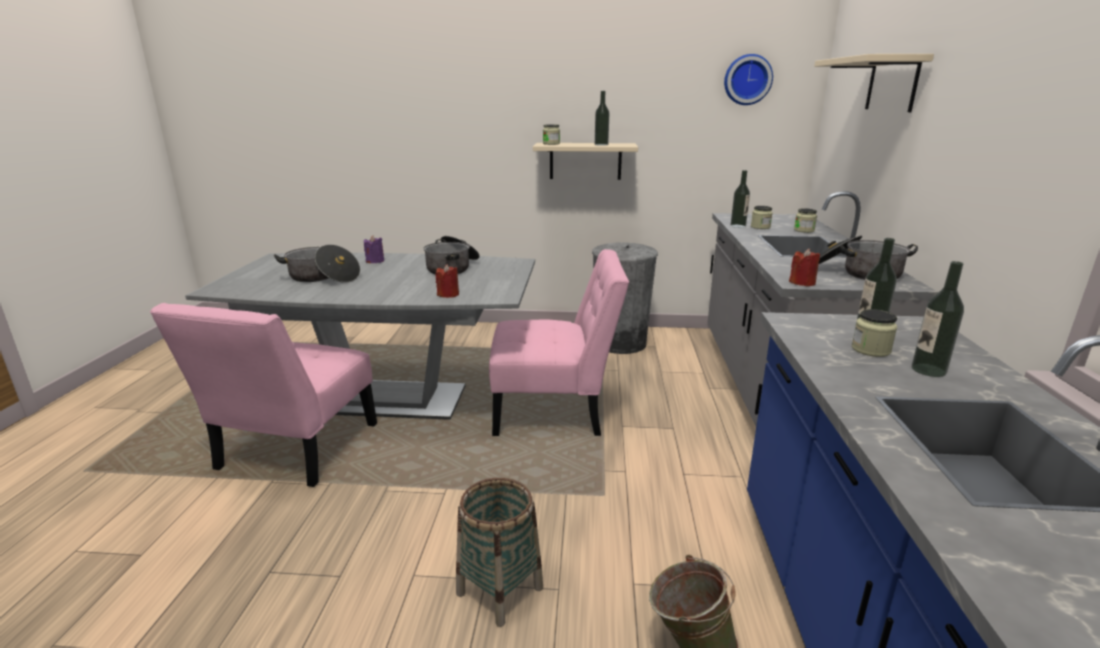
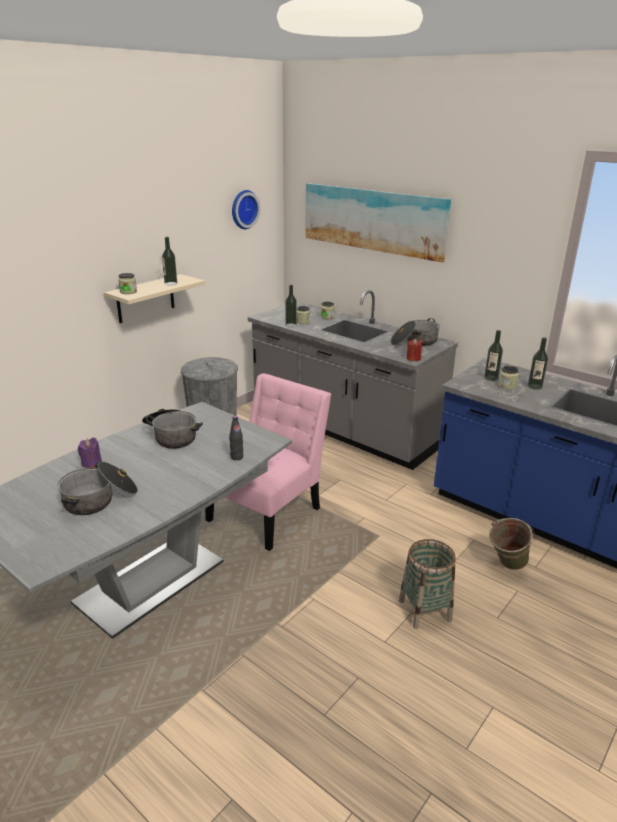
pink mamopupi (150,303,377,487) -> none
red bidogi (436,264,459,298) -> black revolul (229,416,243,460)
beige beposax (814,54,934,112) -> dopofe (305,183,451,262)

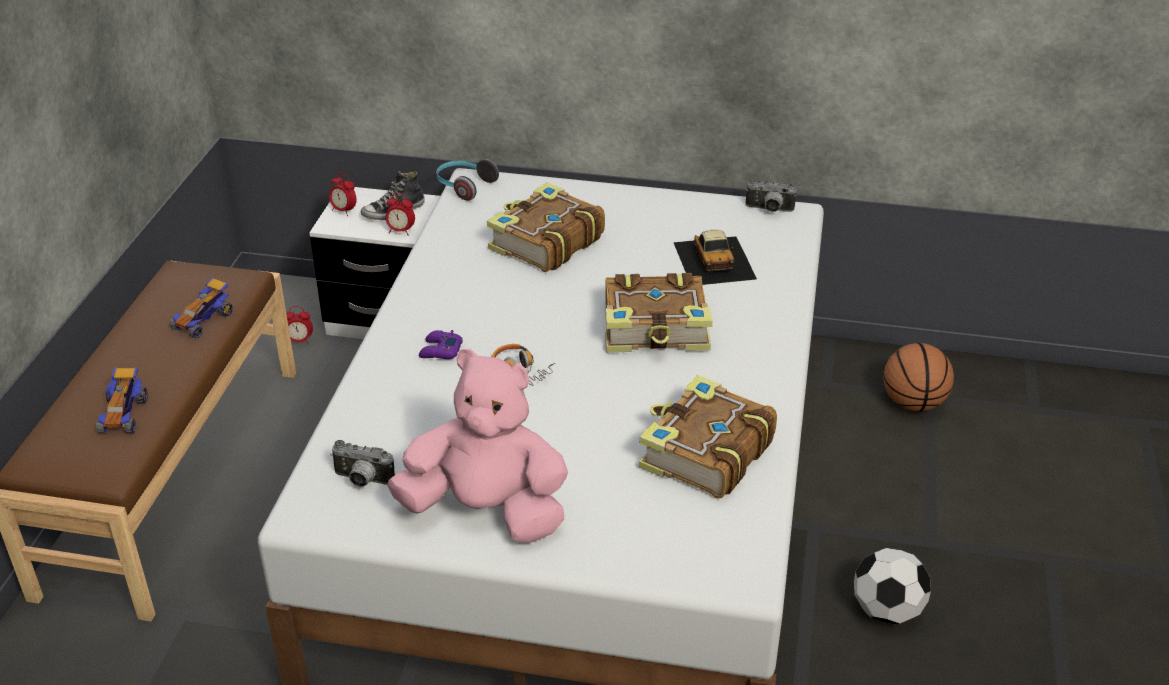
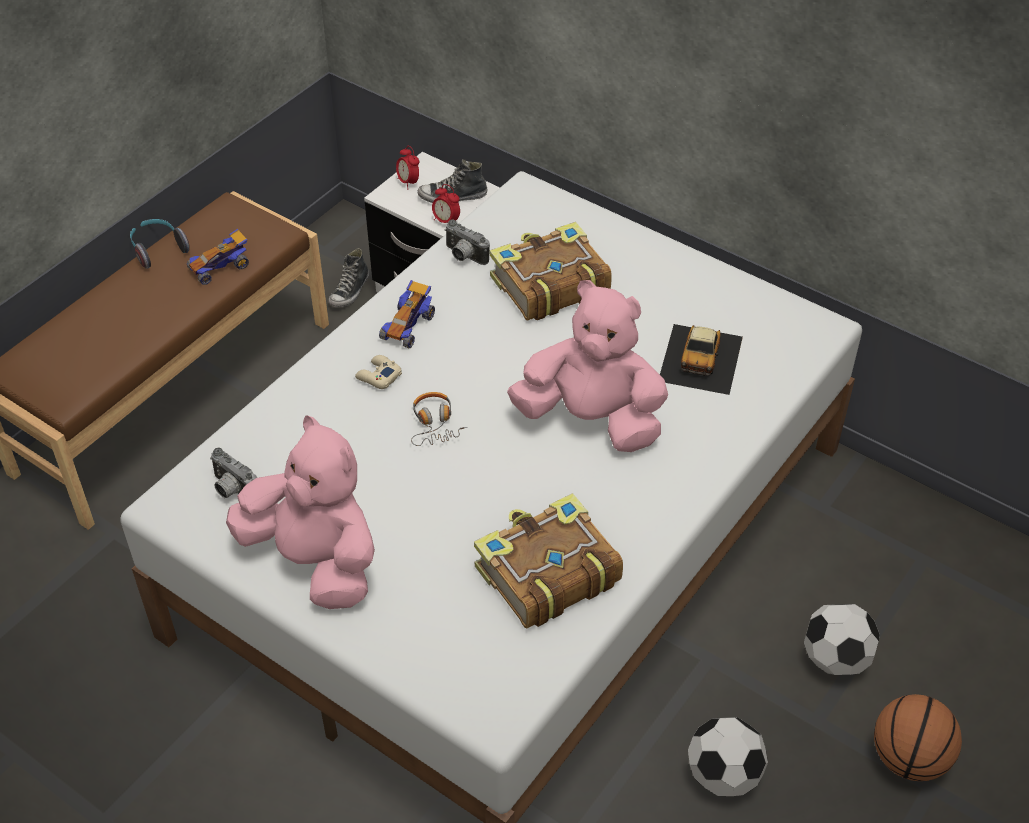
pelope (96,367,148,433) -> pelope (379,280,435,348), moved
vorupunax (287,306,313,345) -> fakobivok (329,248,369,308)
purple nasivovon (419,330,463,359) -> beige nasivovon (355,355,402,389)
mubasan (436,159,499,201) -> mubasan (130,219,190,269), moved
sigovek (605,273,713,352) -> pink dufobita (507,280,668,452)
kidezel (746,178,797,212) -> kidezel (444,219,490,265), moved
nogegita (883,343,954,411) -> nogegita (874,694,962,781), moved
none -> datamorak (804,604,880,675)

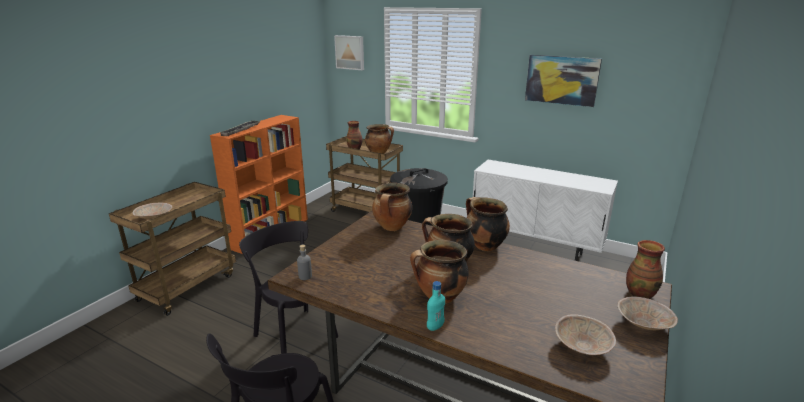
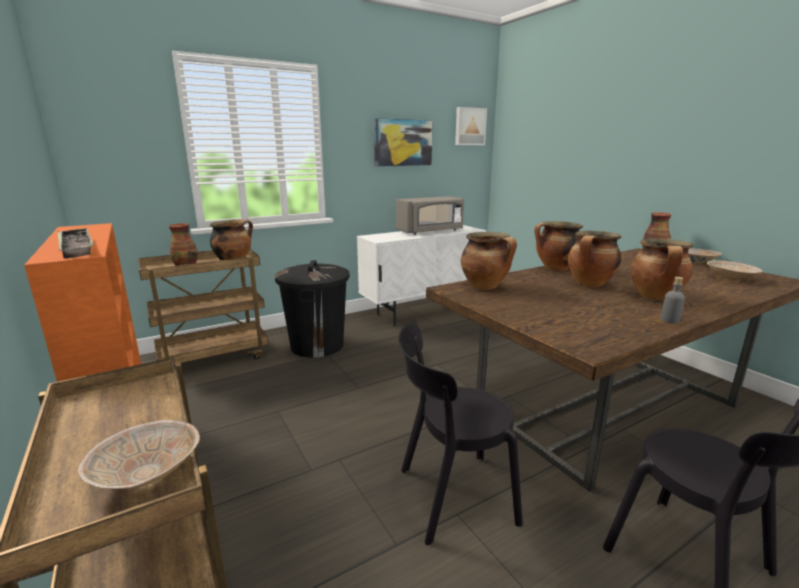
grey revolul (297,245,312,280) -> grey revolul (660,277,685,324), moved
dopofe (334,35,364,70) -> dopofe (455,107,487,145), moved
turquoise revolul (427,281,445,331) -> none
none -> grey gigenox (396,196,464,235)

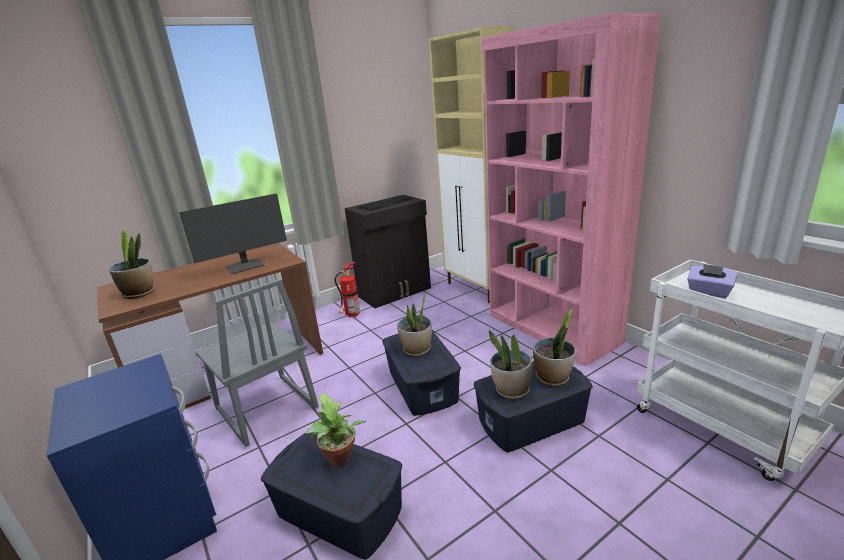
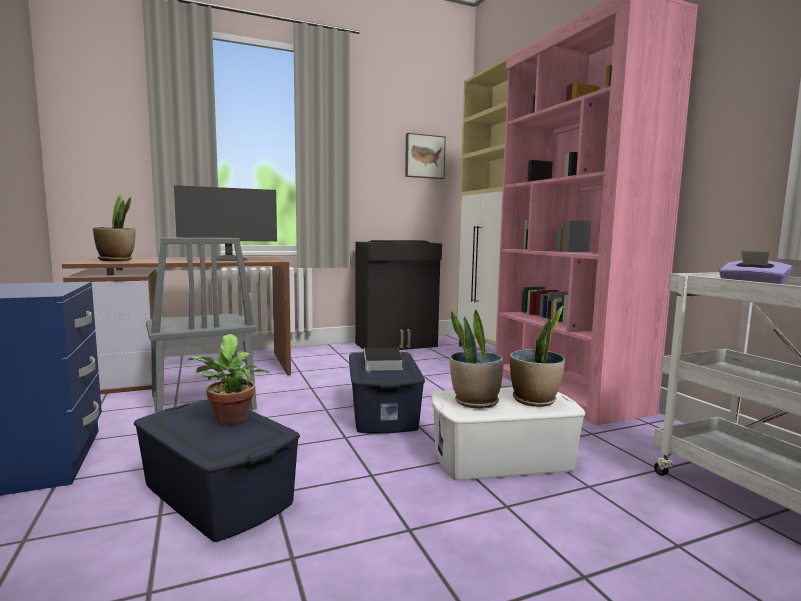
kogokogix (334,260,360,317) -> none
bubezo (397,293,432,356) -> sigovek (363,348,403,373)
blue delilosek (474,361,593,452) -> white delilosek (431,387,585,481)
none -> dopofe (405,133,446,179)

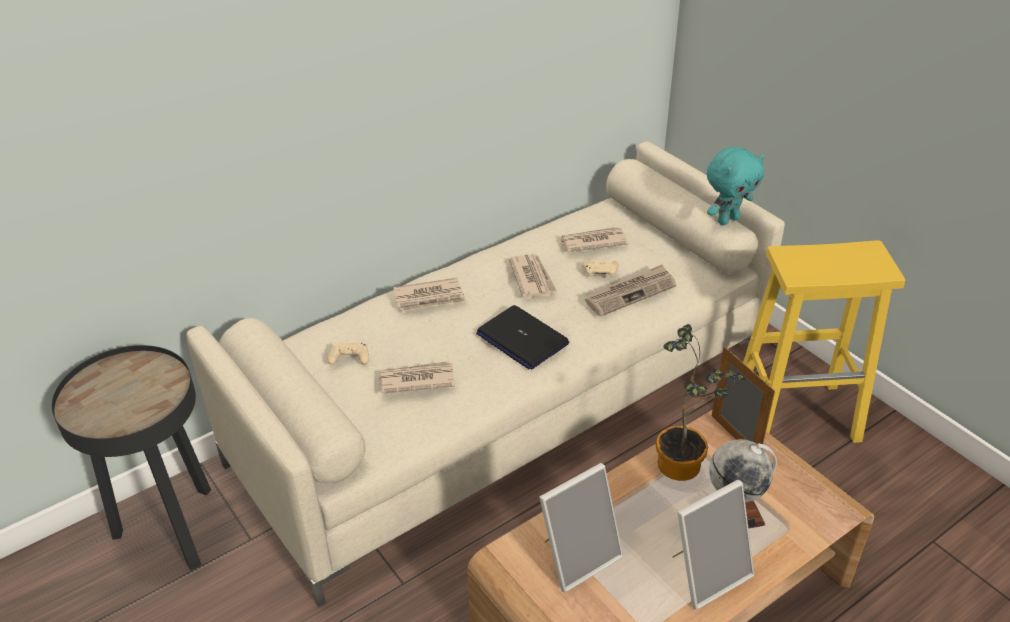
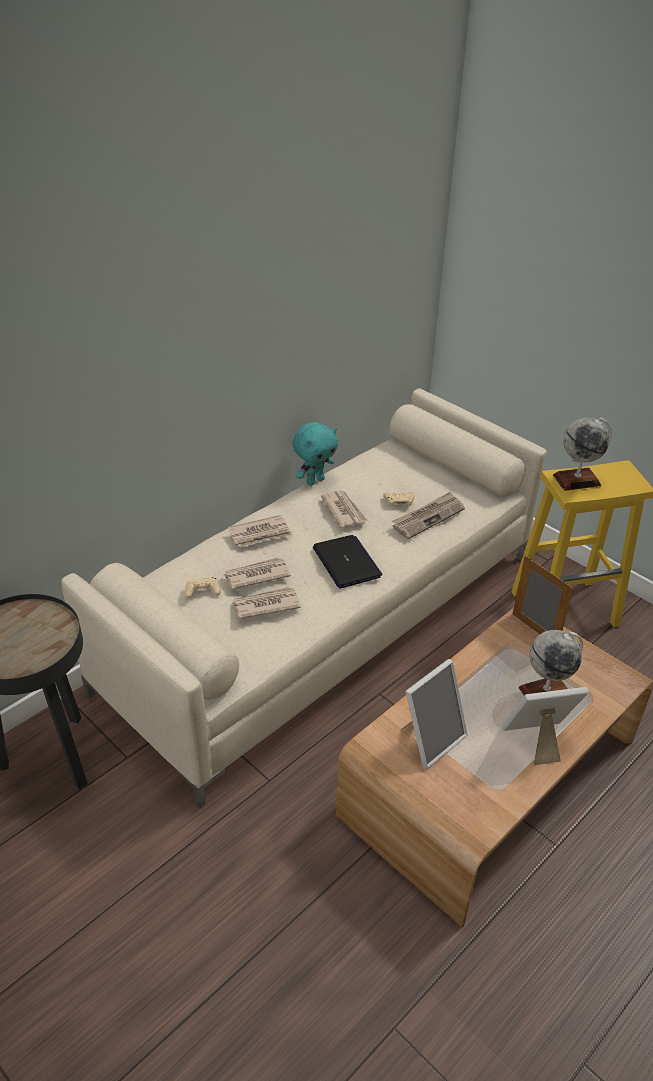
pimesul (476,305,569,370) -> pimesul (313,535,383,588), 150 degrees counterclockwise
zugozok (559,227,628,252) -> zugozok (224,557,291,589), moved
bubezo (656,324,746,481) -> none
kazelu (672,480,754,610) -> kazelu (502,687,589,765), 150 degrees counterclockwise
turquoise dufobita (707,147,765,225) -> turquoise dufobita (293,422,338,486), moved
none -> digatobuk (553,417,612,491)

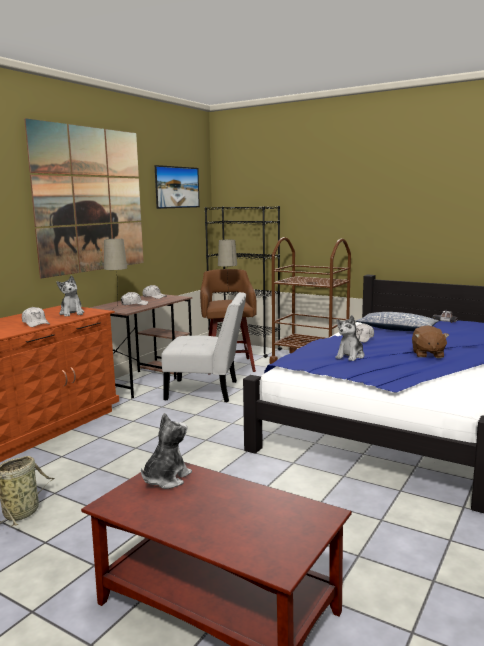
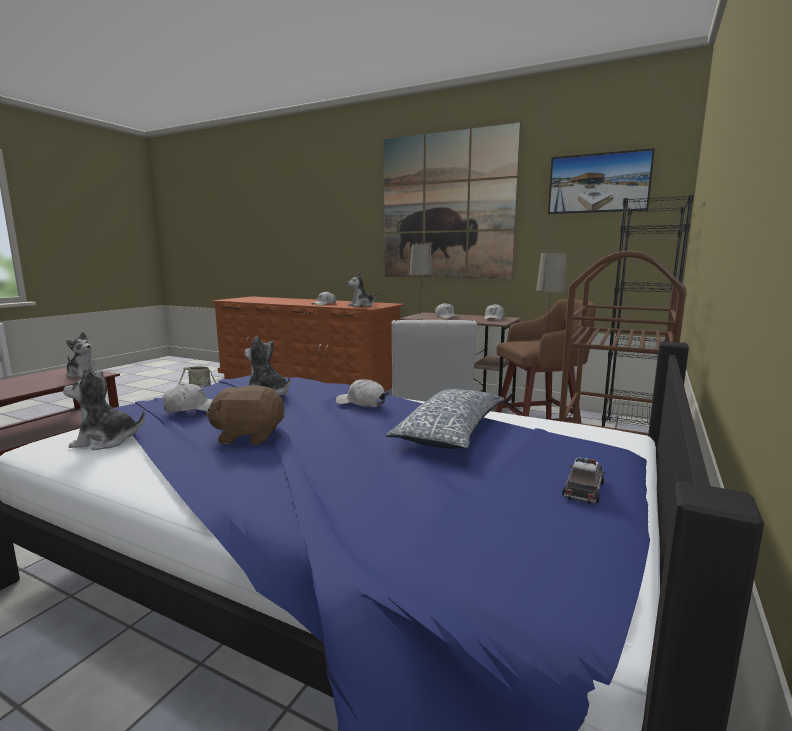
none -> dufobita (63,368,145,450)
none -> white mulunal (162,383,213,412)

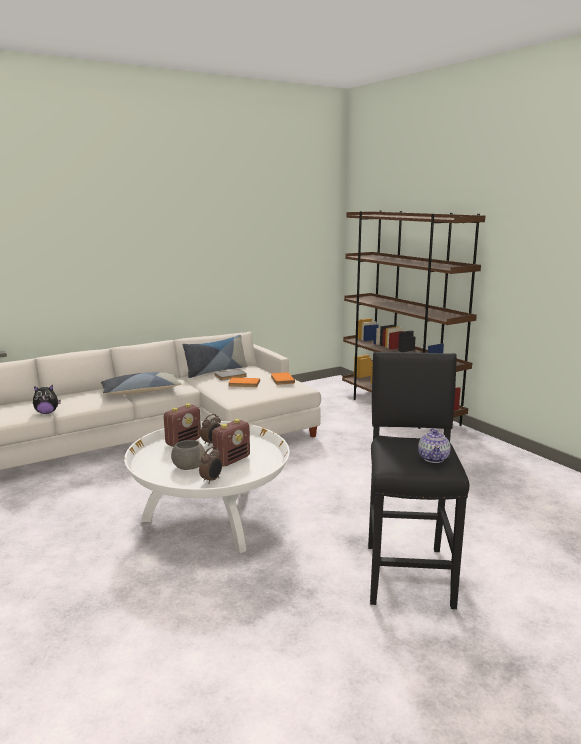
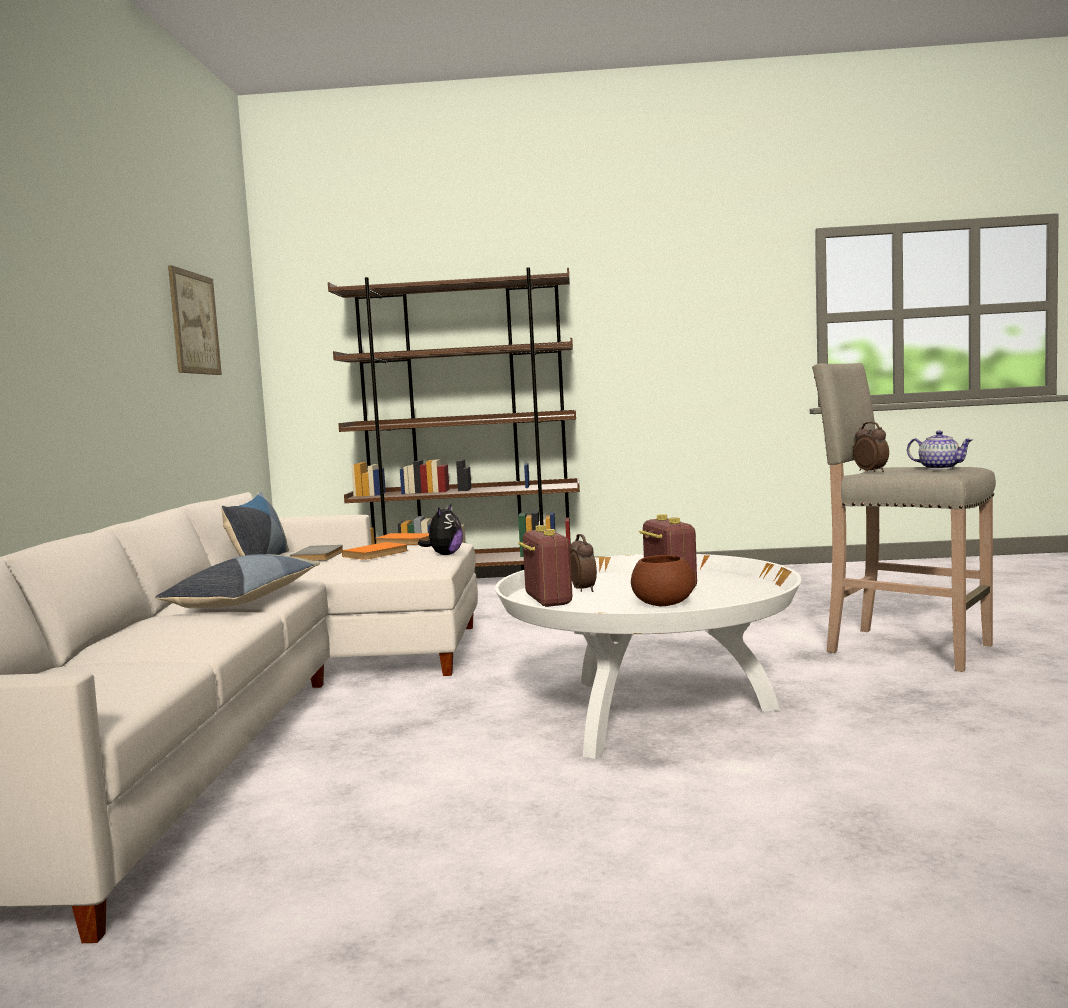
dufobita (33,385,61,414) -> dufobita (418,504,463,555), moved
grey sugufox (171,440,205,470) -> brown sugufox (631,555,695,606)
vorupunax (199,447,222,484) -> vorupunax (853,422,889,472), moved
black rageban (368,352,469,609) -> beige rageban (812,363,996,672)
none -> dopofe (168,265,222,375)

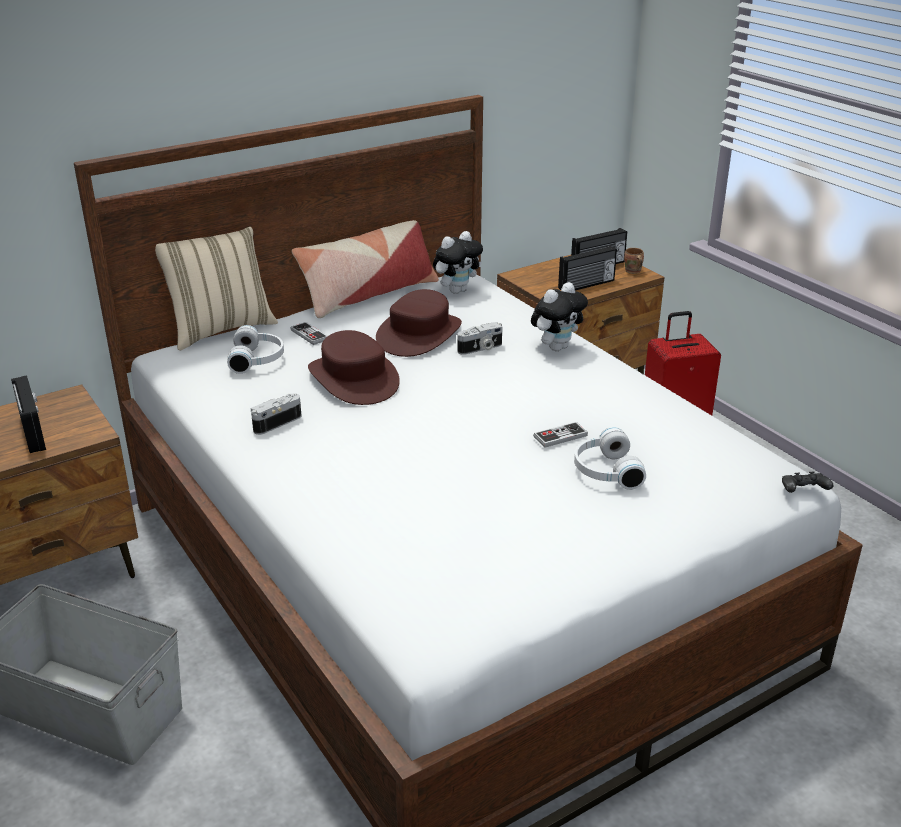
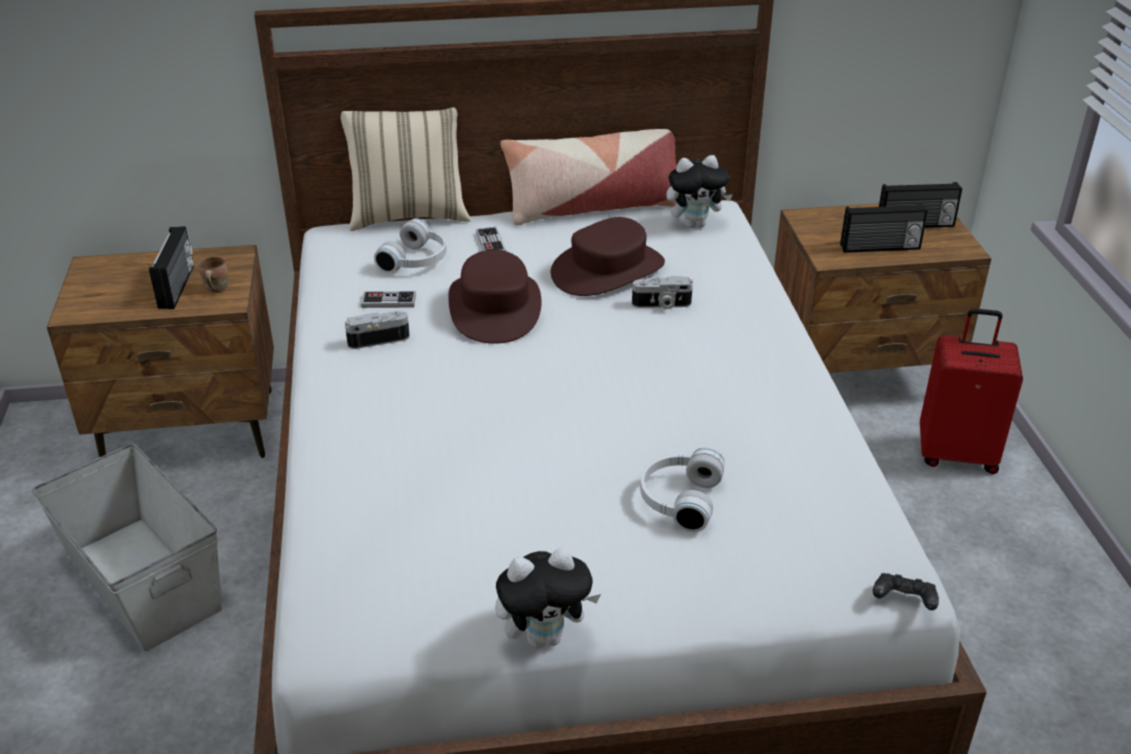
dufobita (531,282,588,351) -> dufobita (495,547,601,649), moved
nasivovon (533,422,588,447) -> nasivovon (361,291,416,308), moved
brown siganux (624,248,644,274) -> brown siganux (199,256,228,293), moved

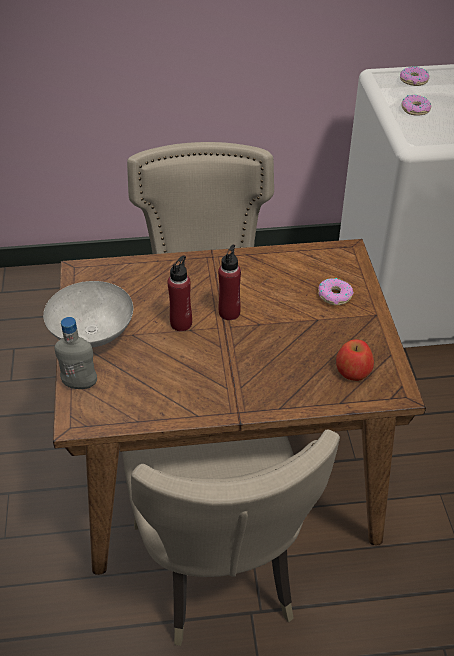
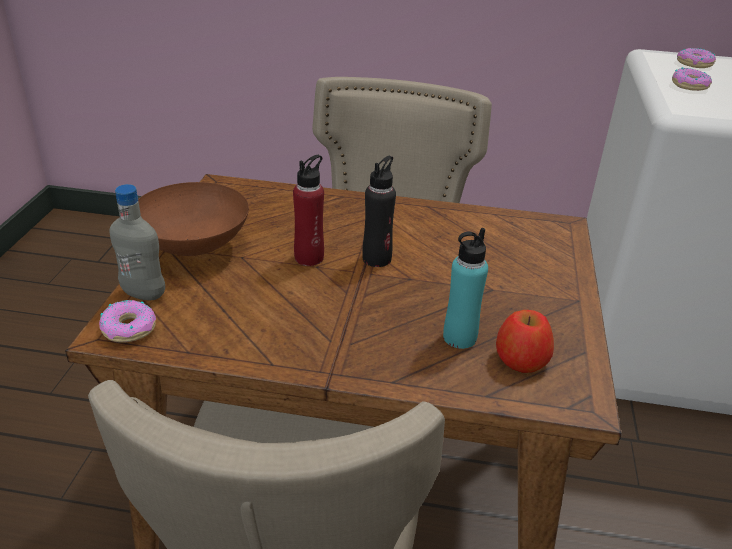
grey sugufox (43,281,133,348) -> brown sugufox (138,182,249,256)
red revolul (218,244,241,320) -> black revolul (362,156,396,267)
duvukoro (318,278,354,305) -> duvukoro (99,300,156,343), moved
none -> turquoise revolul (443,228,488,349)

